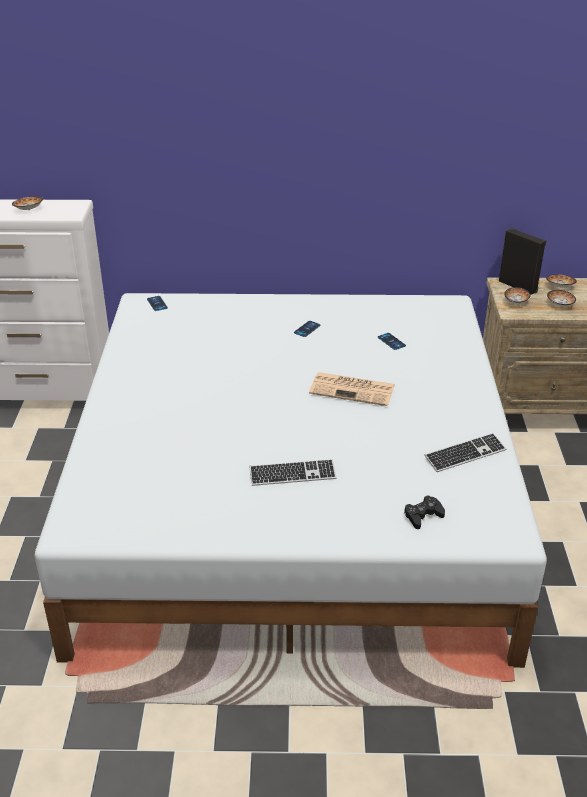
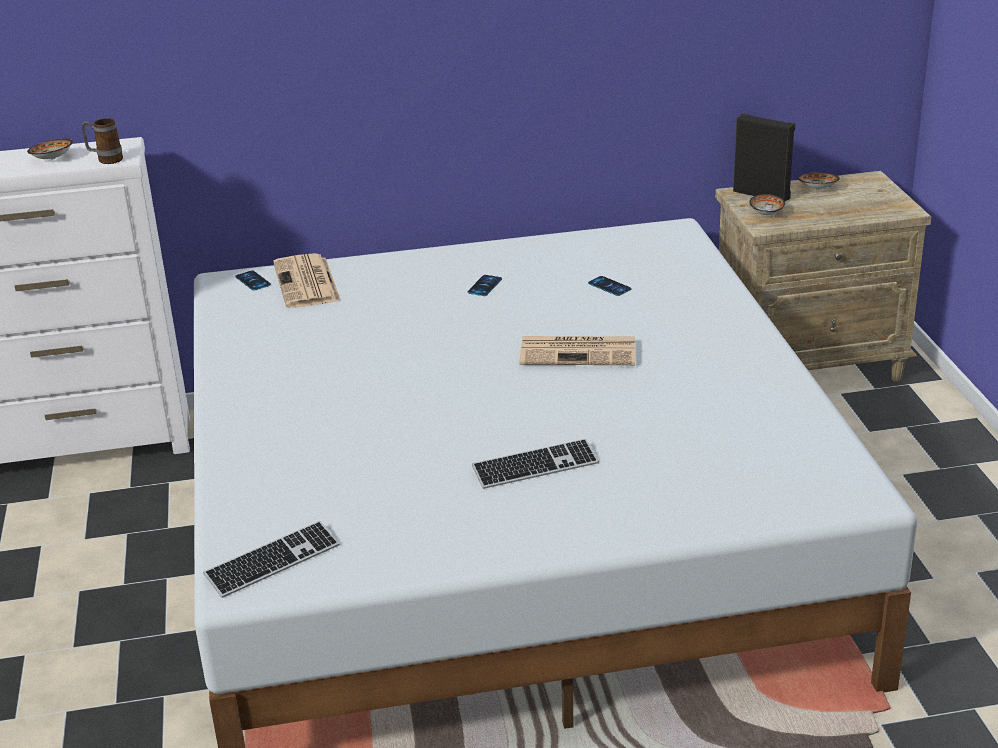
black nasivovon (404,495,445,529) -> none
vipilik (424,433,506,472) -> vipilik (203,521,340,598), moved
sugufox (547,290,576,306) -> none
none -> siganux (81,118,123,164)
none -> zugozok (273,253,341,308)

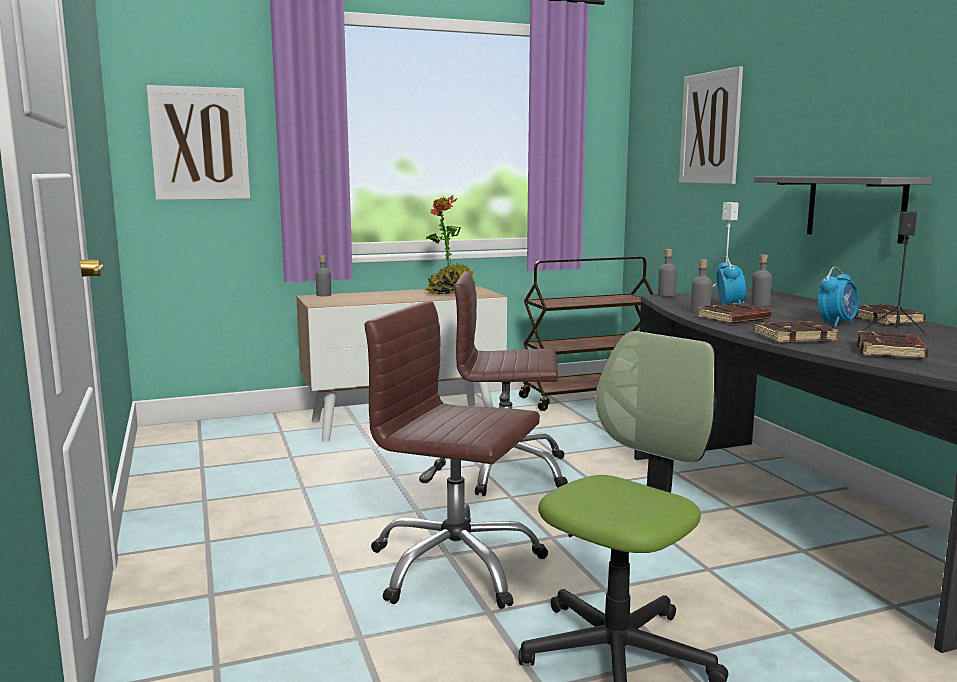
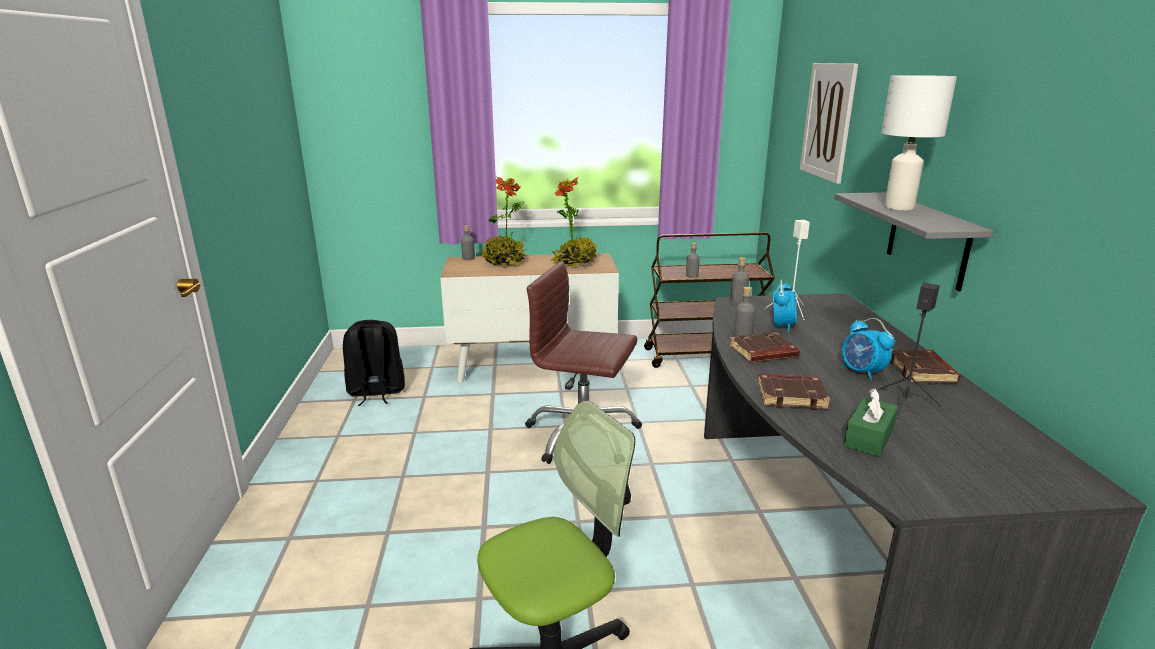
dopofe (147,85,250,200) -> none
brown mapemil (364,301,548,609) -> none
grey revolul (751,255,772,306) -> grey revolul (686,243,700,278), moved
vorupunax (818,267,859,327) -> vorupunax (842,318,895,381), 90 degrees clockwise
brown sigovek (857,331,929,359) -> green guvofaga (844,388,898,457)
none -> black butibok (343,320,405,406)
none -> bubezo (481,177,525,267)
none -> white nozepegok (881,75,957,211)

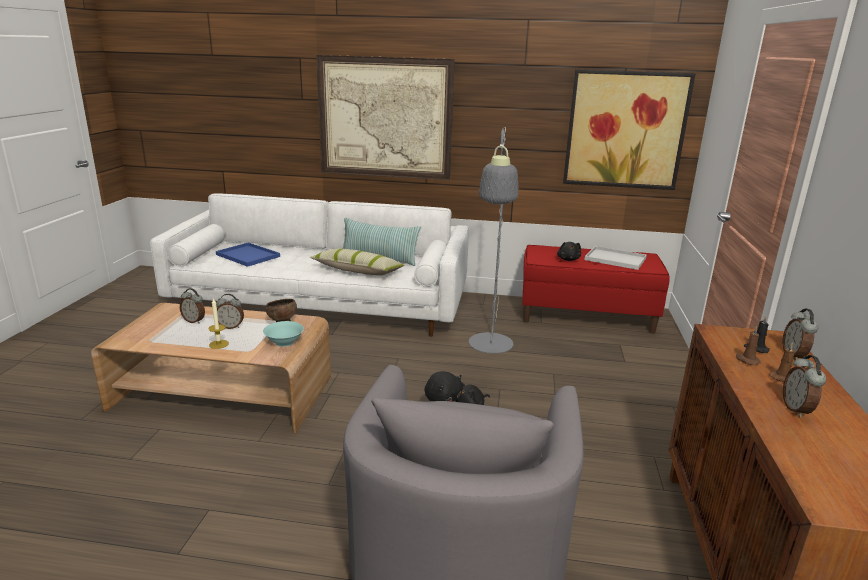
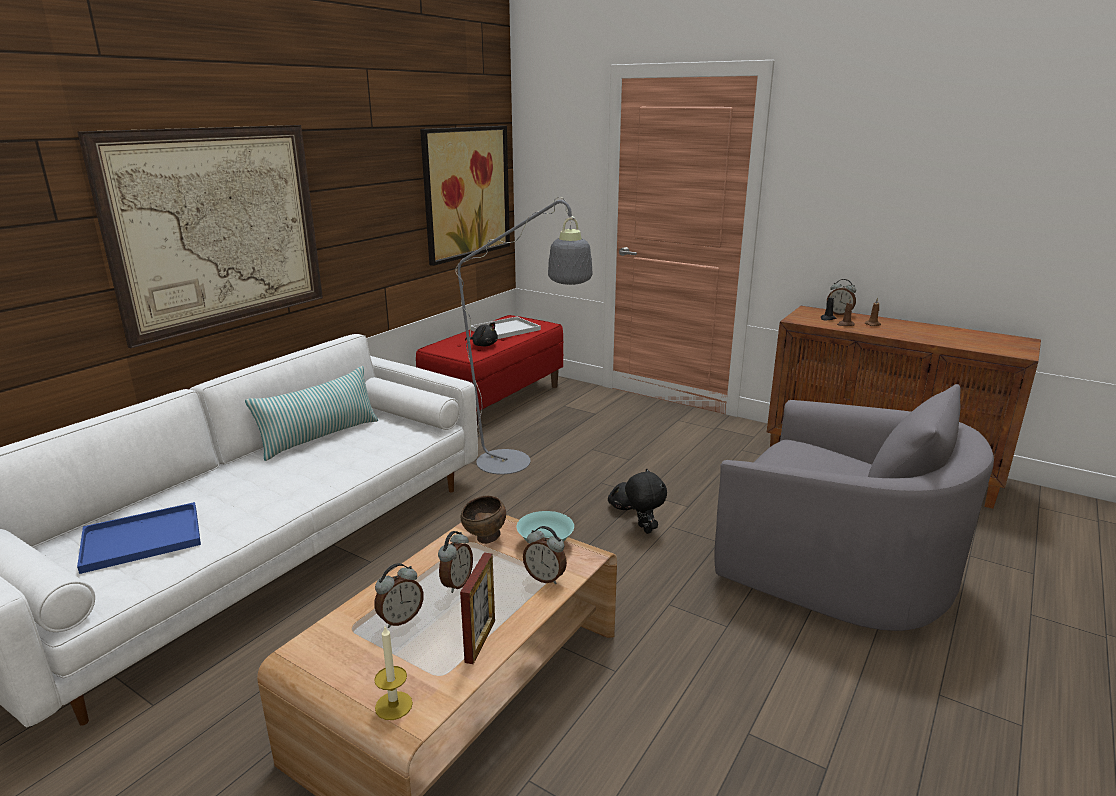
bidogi (208,298,229,349) -> bidogi (374,627,413,720), moved
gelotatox (310,248,405,275) -> none
vorupunax (783,355,826,418) -> vorupunax (523,526,567,584), moved
none -> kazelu (460,552,495,664)

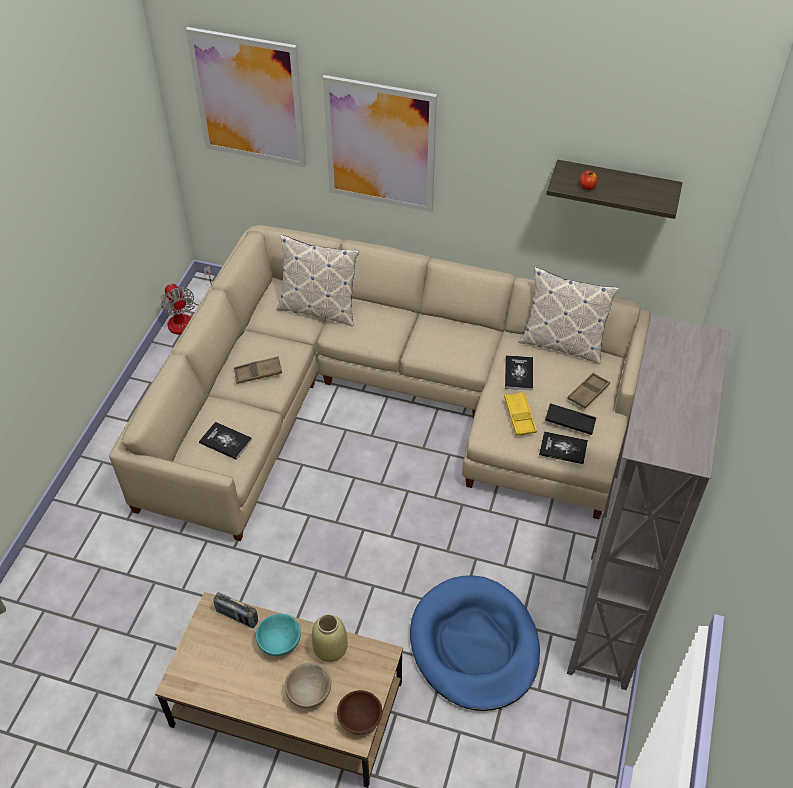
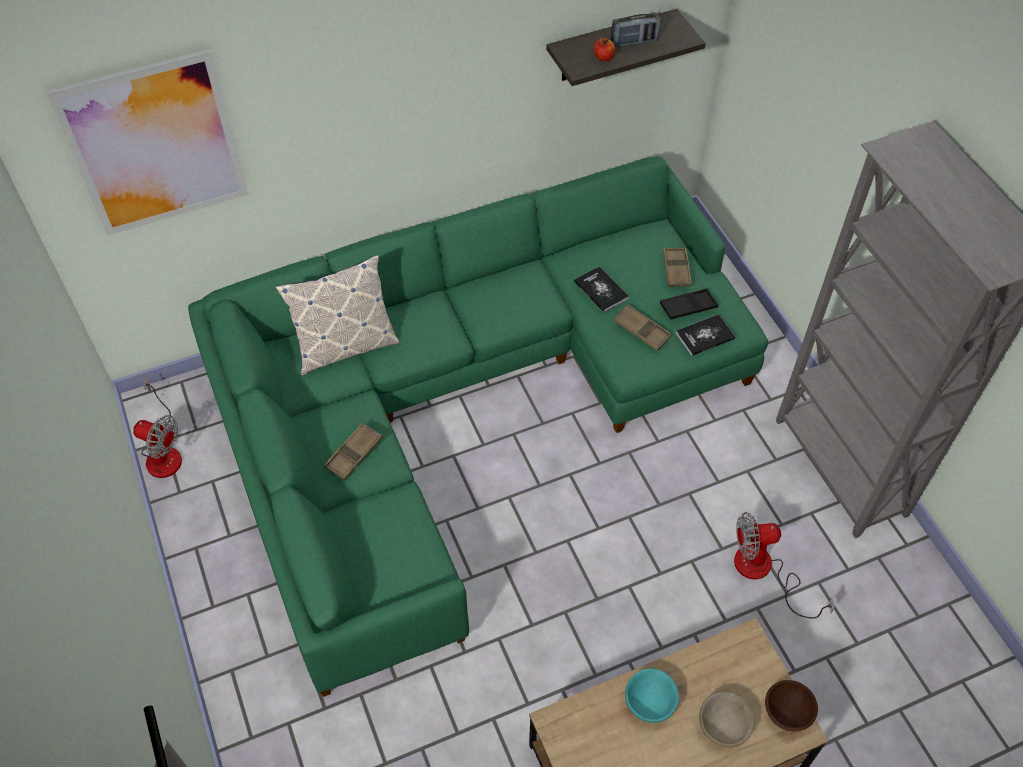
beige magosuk (109,225,650,541) -> green magosuk (188,156,768,697)
sigovek (199,422,252,460) -> none
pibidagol (213,592,258,628) -> pibidagol (611,13,661,47), moved
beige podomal (312,614,348,662) -> none
dopofe (322,75,437,212) -> none
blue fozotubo (410,575,540,711) -> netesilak (734,512,835,619)
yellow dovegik (504,392,537,436) -> brown dovegik (614,304,672,351)
gelotatox (519,267,619,365) -> none

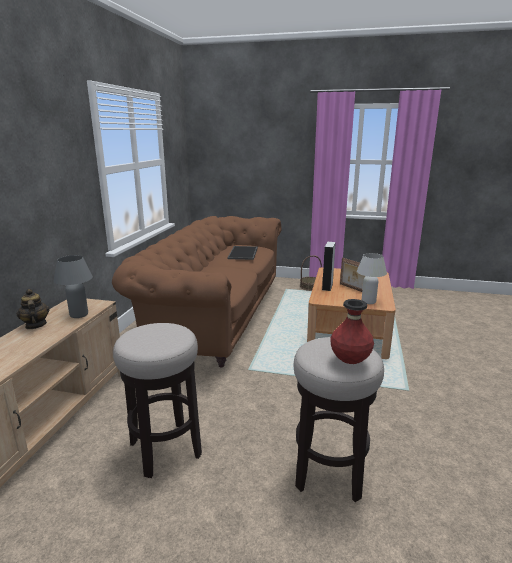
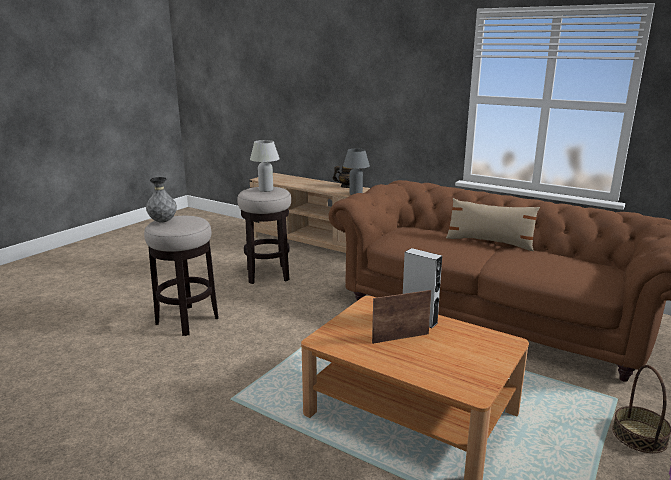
dovegik (228,246,258,260) -> none
red podomal (330,299,374,364) -> grey podomal (146,177,177,223)
white nozepegok (357,253,387,304) -> white nozepegok (250,140,280,192), moved
none -> beige gelotatox (446,198,540,251)

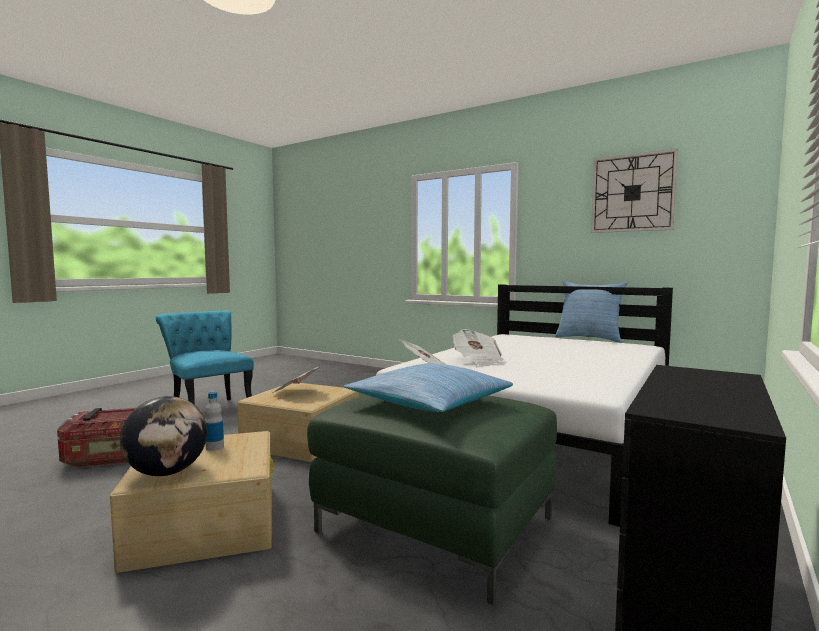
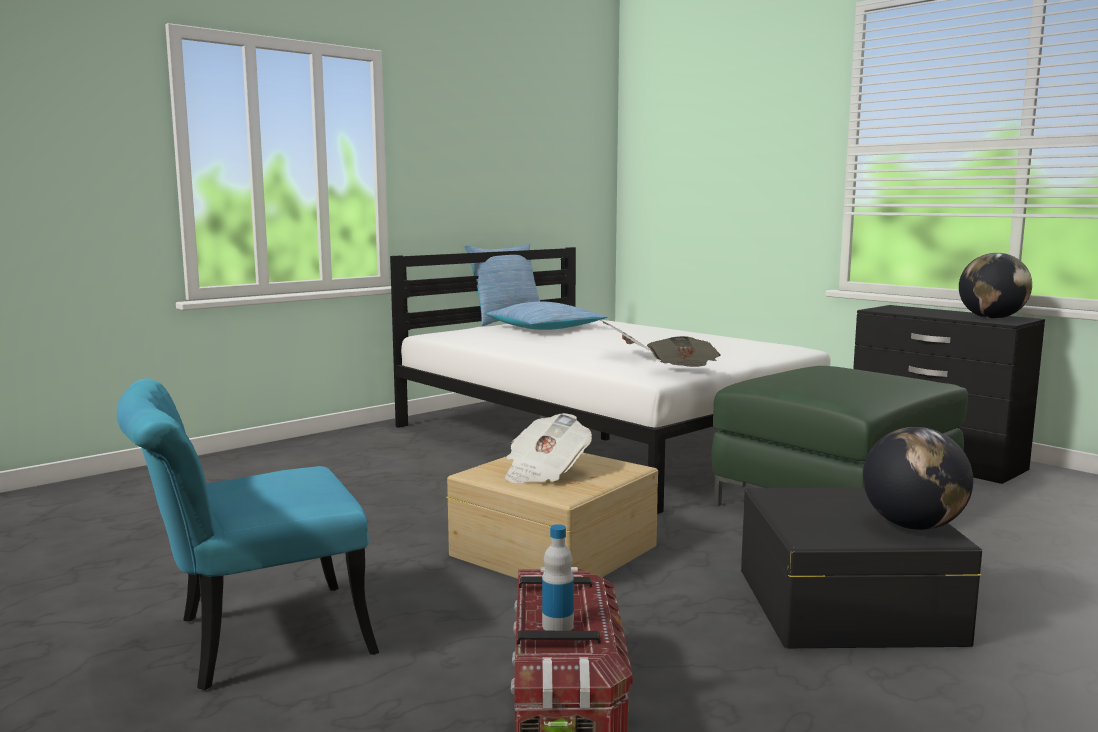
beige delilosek (110,431,273,573) -> black delilosek (741,488,982,648)
revolul (205,392,224,451) -> revolul (542,524,574,631), moved
gelotatox (344,363,513,412) -> gelotatox (486,302,607,330), moved
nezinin (591,149,678,233) -> none
none -> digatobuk (959,253,1032,319)

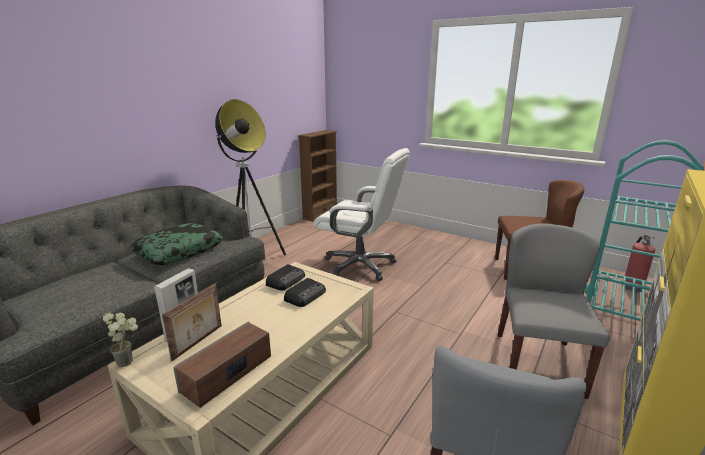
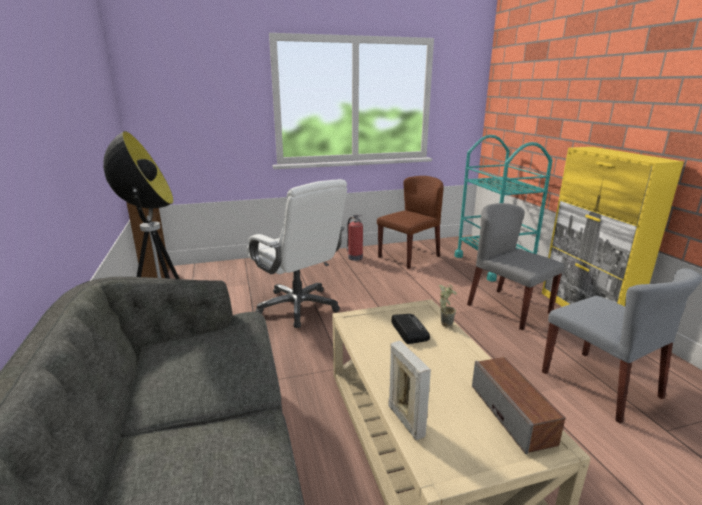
bubezo (103,312,138,367) -> bubezo (439,284,457,327), moved
gelotatox (130,223,223,265) -> none
kazelu (162,284,222,361) -> none
pibidagol (266,264,305,290) -> none
white mapemil (314,148,410,281) -> white mapemil (246,179,347,328), 75 degrees clockwise
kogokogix (622,235,656,292) -> kogokogix (347,215,363,261), moved

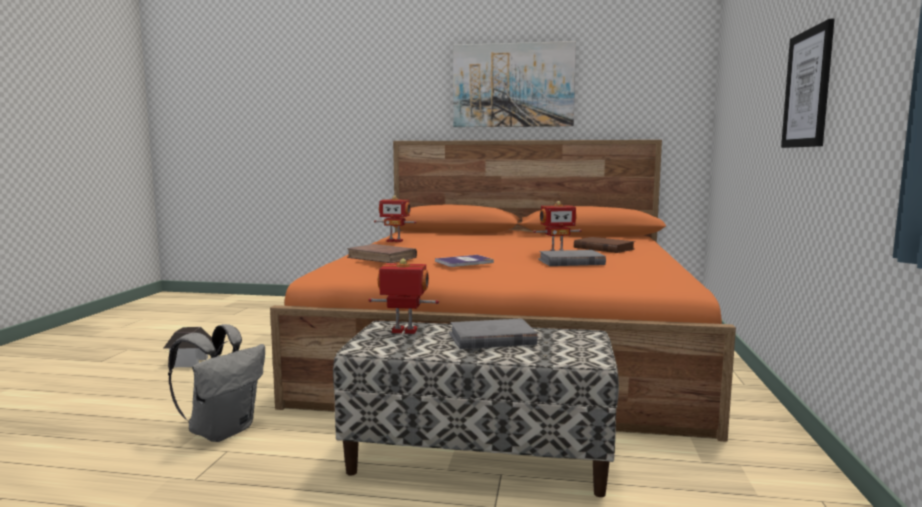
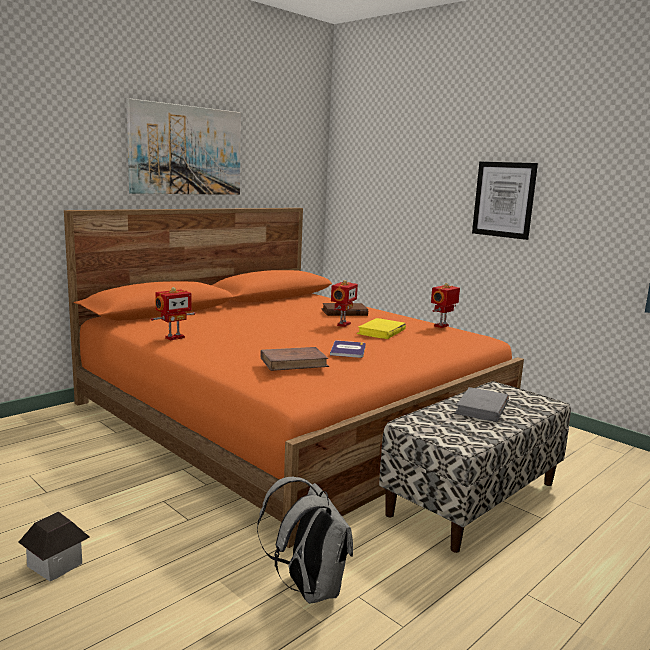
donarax (368,259,439,334) -> donarax (431,283,460,328), moved
grey sigovek (538,250,606,266) -> yellow sigovek (357,318,406,339)

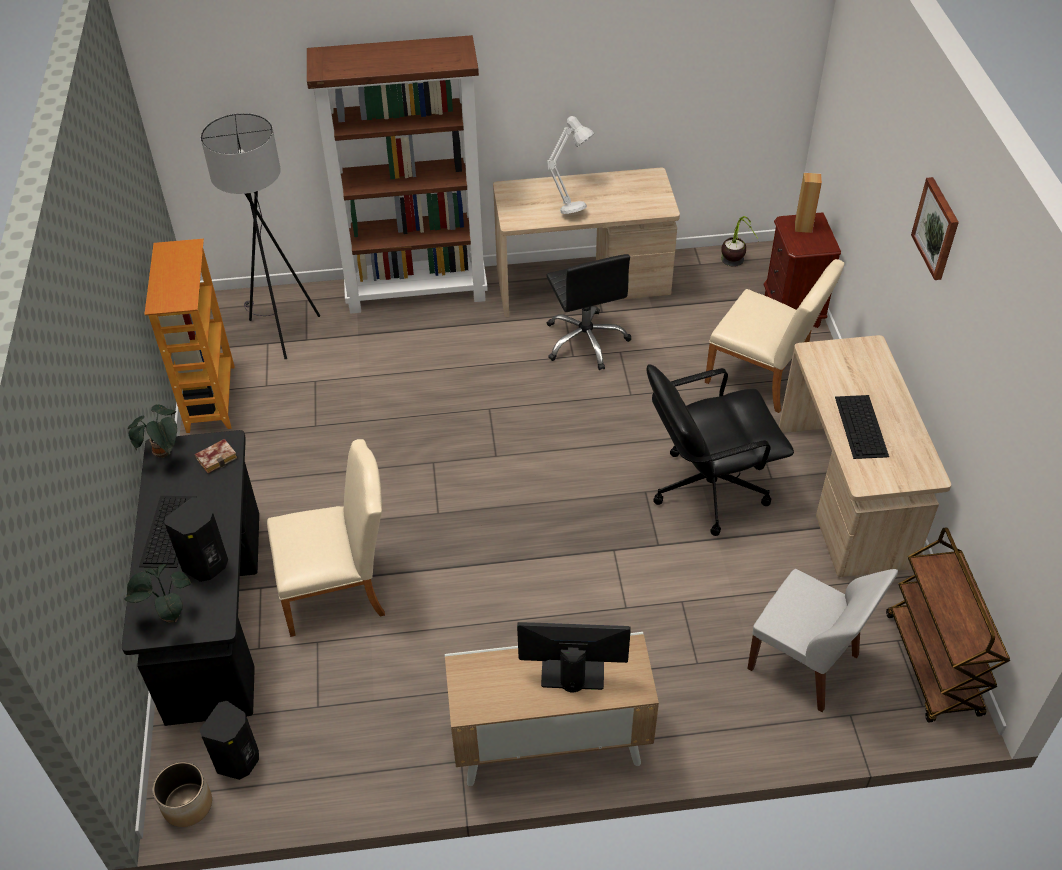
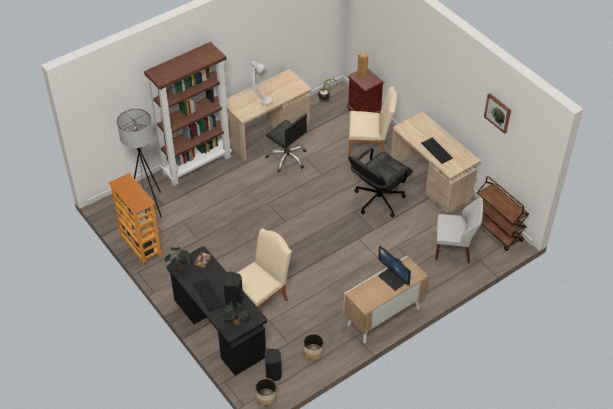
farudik (517,622,631,693) -> farudik (378,246,411,291), 105 degrees counterclockwise
dopofe (911,177,959,280) -> dopofe (484,94,511,134), moved
none -> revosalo (303,334,324,360)

